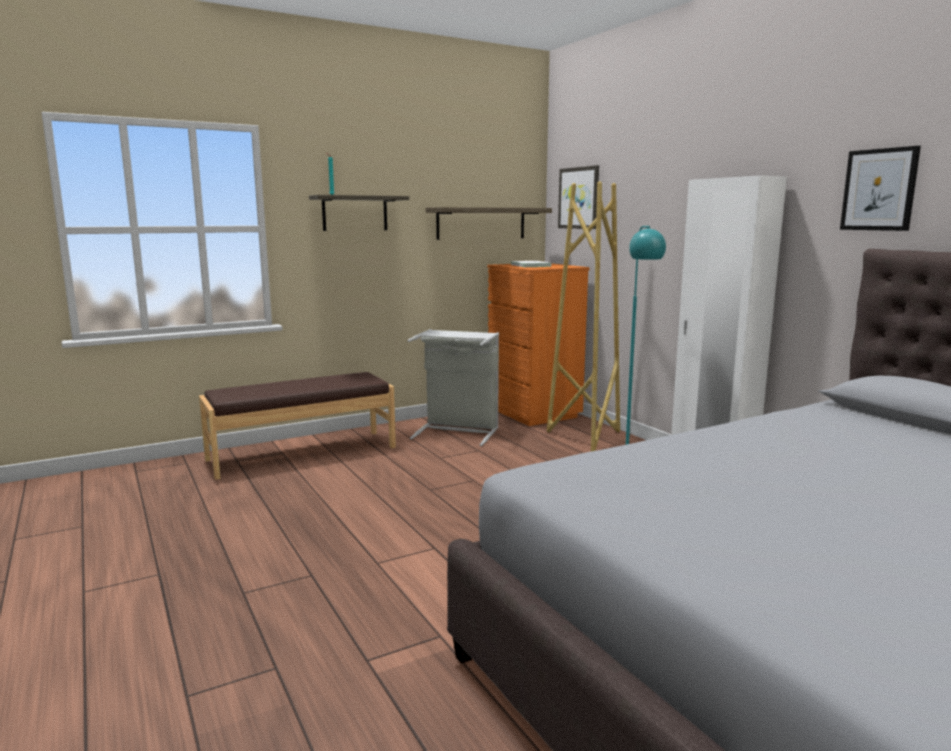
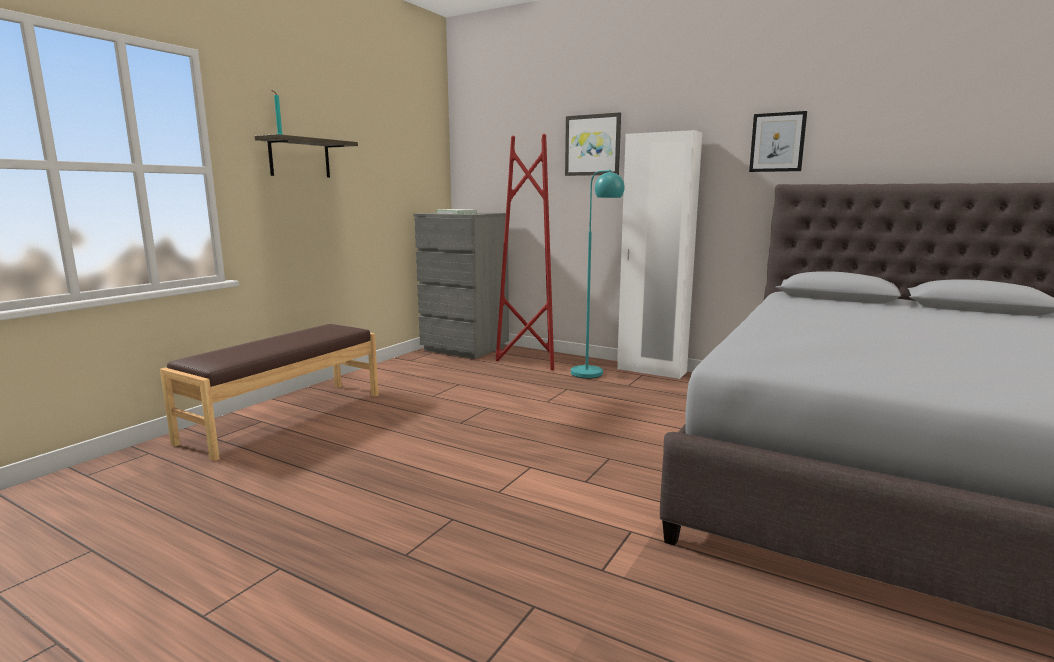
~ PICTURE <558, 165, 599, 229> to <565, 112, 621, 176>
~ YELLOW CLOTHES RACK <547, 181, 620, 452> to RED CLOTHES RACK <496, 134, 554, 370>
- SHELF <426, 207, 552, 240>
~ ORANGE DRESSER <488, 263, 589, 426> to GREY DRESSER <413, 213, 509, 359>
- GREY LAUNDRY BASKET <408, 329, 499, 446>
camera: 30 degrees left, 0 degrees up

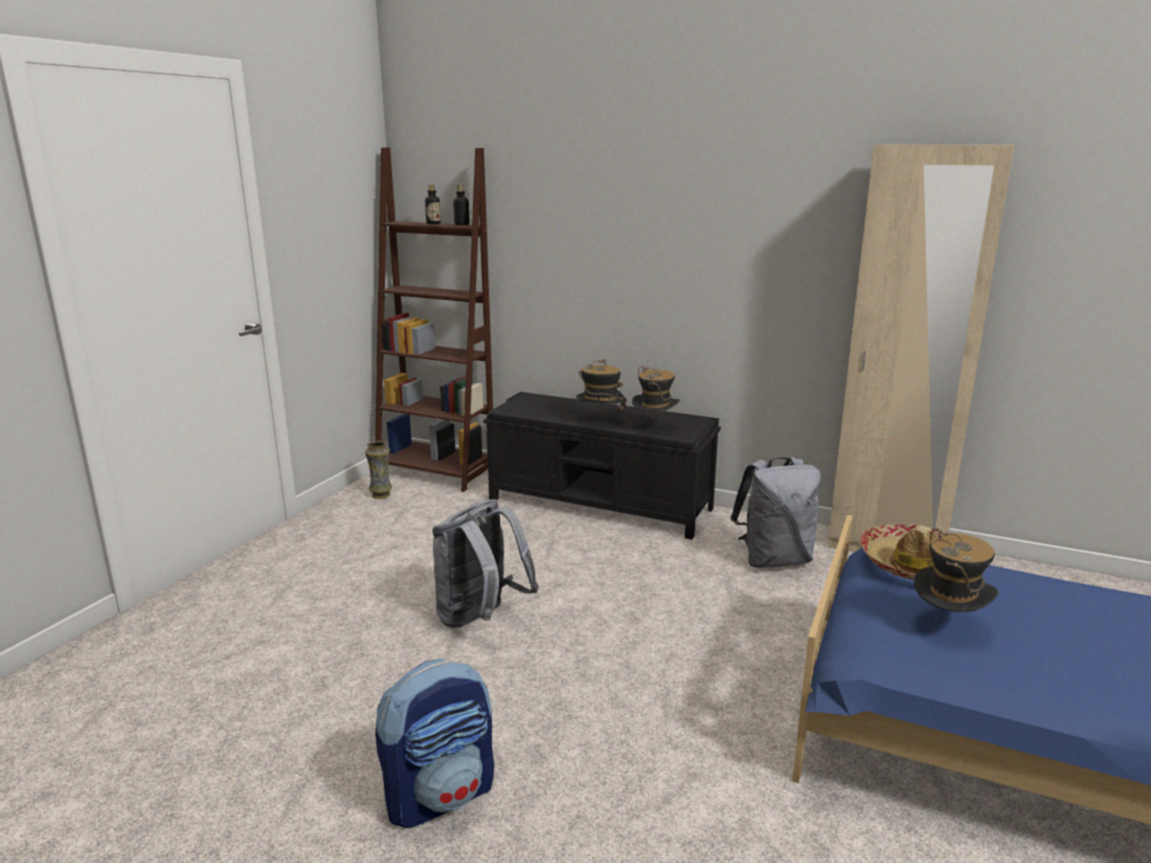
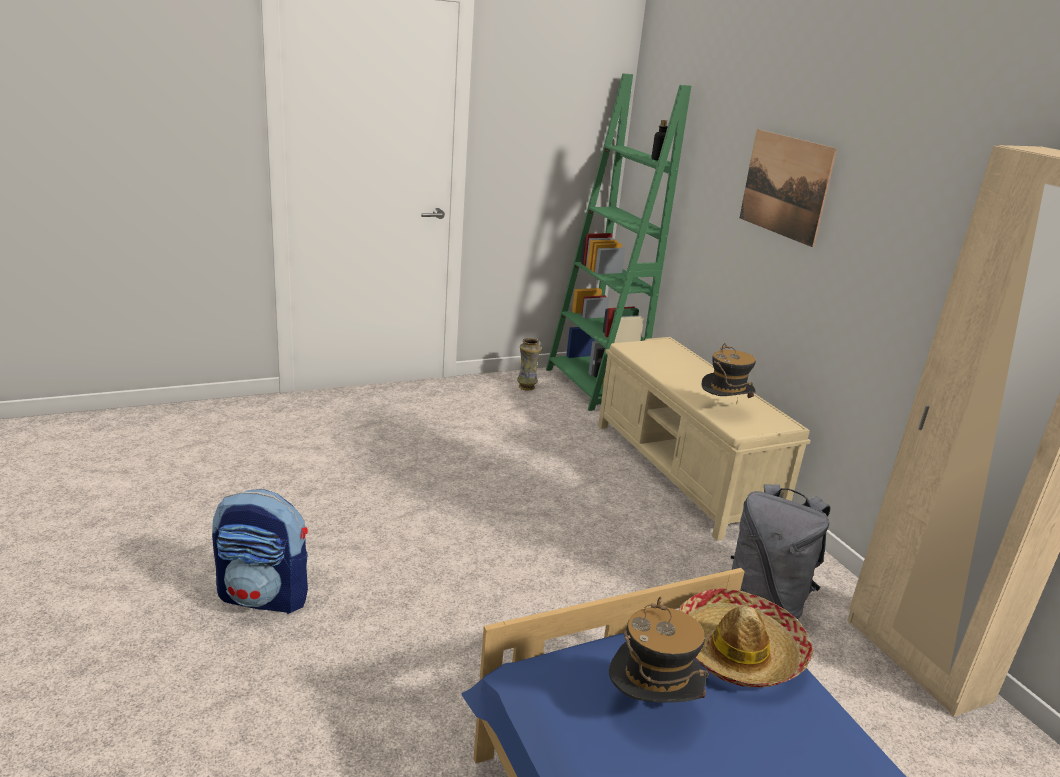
~ BROWN BOOKCASE <375, 147, 493, 492> to GREEN BOOKCASE <546, 74, 691, 411>
- BOTTLE <425, 185, 441, 224>
- HAT <576, 359, 627, 420>
~ BLACK BENCH <483, 392, 721, 539> to BEIGE BENCH <598, 337, 811, 541>
- GREY BACKPACK <432, 499, 539, 628>
+ PICTURE <740, 129, 837, 247>
camera: 40 degrees right, 5 degrees up

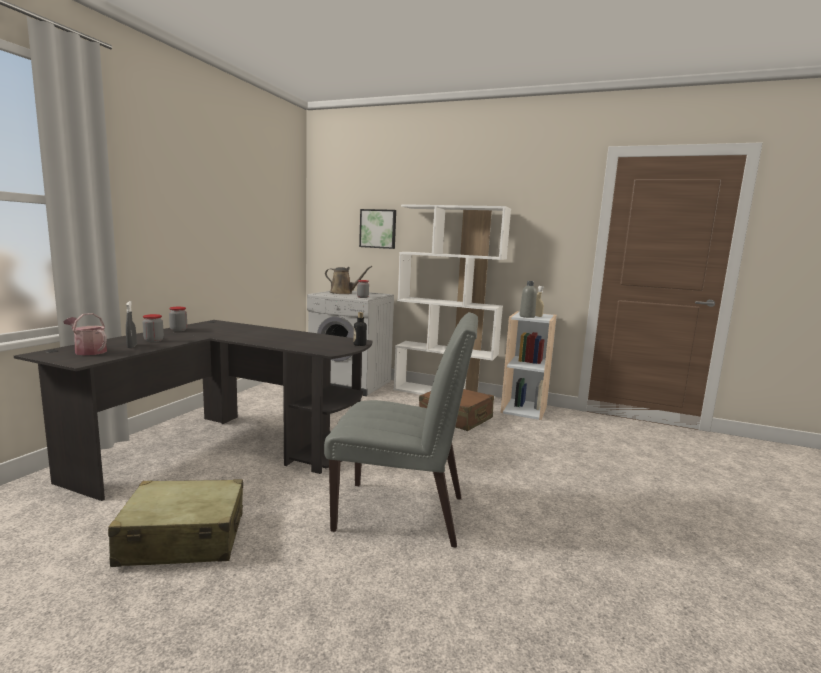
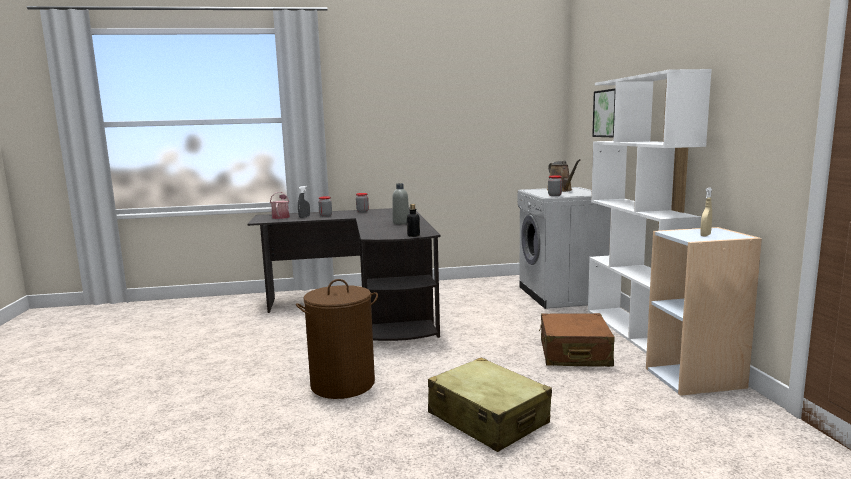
~ GREY BOTTLE <519, 281, 537, 318> to <392, 183, 409, 225>
~ GREY CHAIR <324, 312, 478, 548> to BROWN LAUNDRY BASKET <296, 279, 378, 399>
~ BEIGE SUITCASE <108, 479, 243, 567> to <428, 357, 552, 452>
camera: 60 degrees right, 0 degrees up

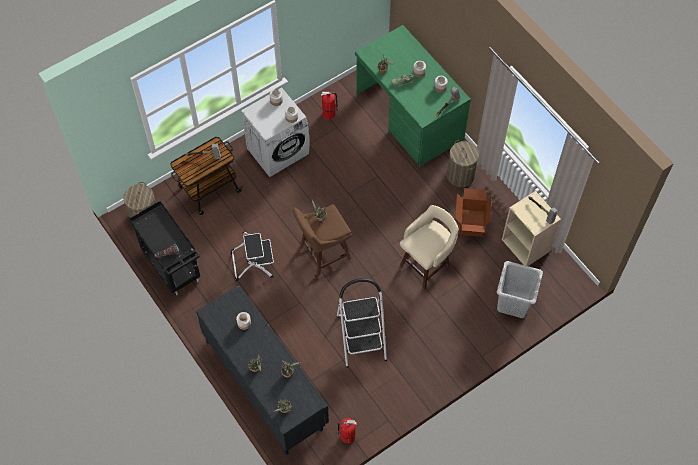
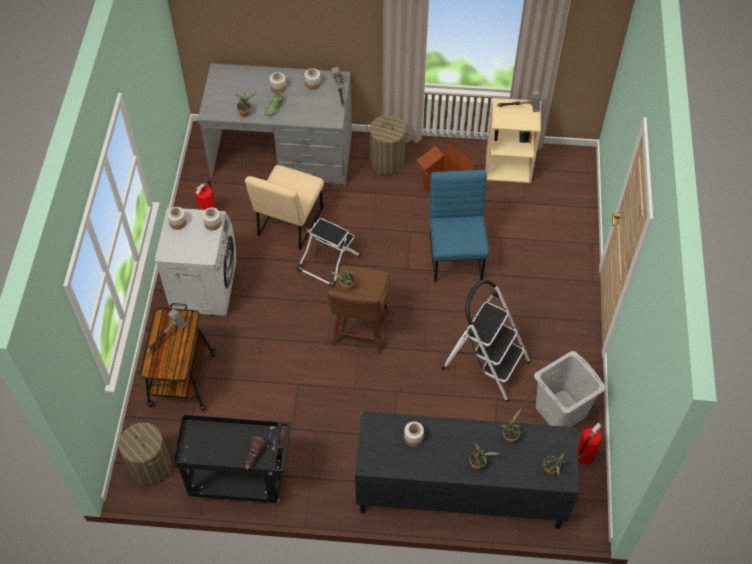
~ GREEN DESK <355, 25, 471, 167> to GREY DESK <198, 63, 352, 186>
~ BEIGE STOOL <400, 205, 459, 289> to BLUE CHAIR <429, 170, 489, 282>
~ STEP LADDER <231, 232, 274, 282> to <296, 218, 361, 288>
~ GREY LAUNDRY BASKET <497, 261, 543, 318> to <534, 351, 606, 427>
+ BEIGE CHAIR <245, 165, 324, 250>
camera: 50 degrees left, 5 degrees down

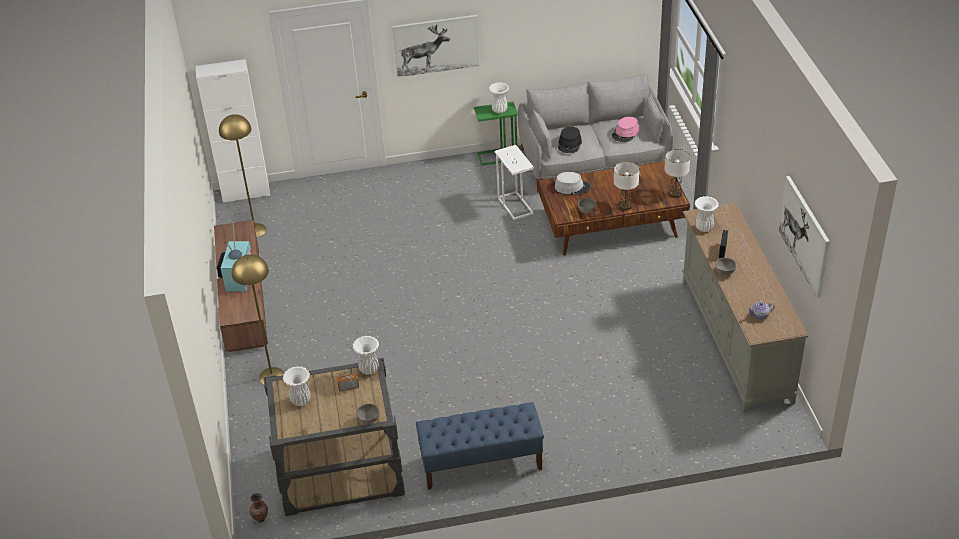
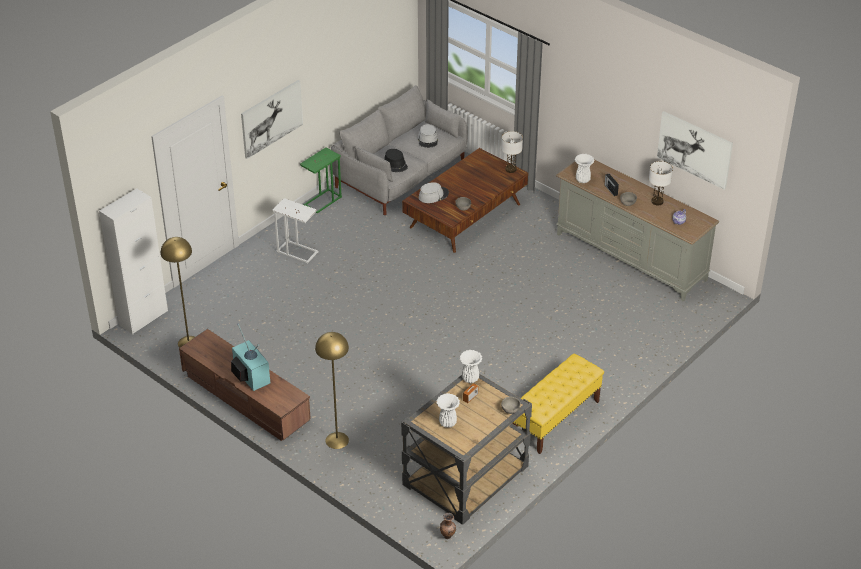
- WHITE VASE <489, 82, 509, 113>
~ PINK HAT <612, 117, 639, 142> to GREY HAT <418, 124, 438, 148>
~ WHITE SIDE TABLE <494, 145, 534, 220> to <272, 198, 318, 263>
~ TABLE LAMP <614, 161, 639, 211> to <649, 161, 673, 205>
~ BLUE BENCH <416, 402, 544, 490> to YELLOW BENCH <512, 353, 604, 454>
camera: 40 degrees left, 0 degrees up

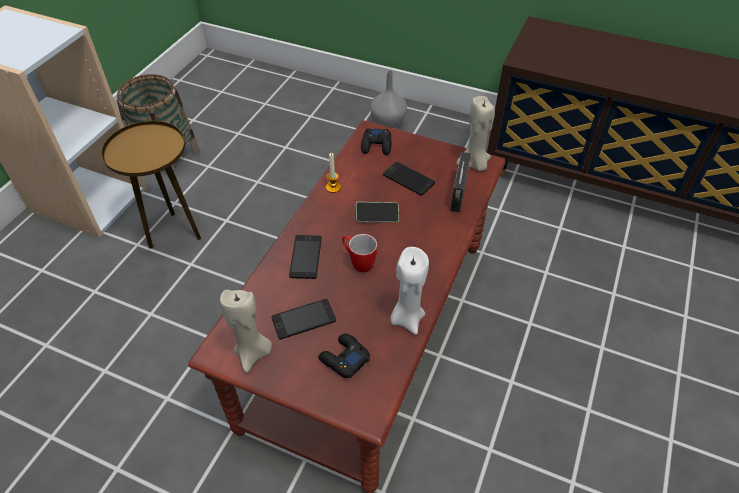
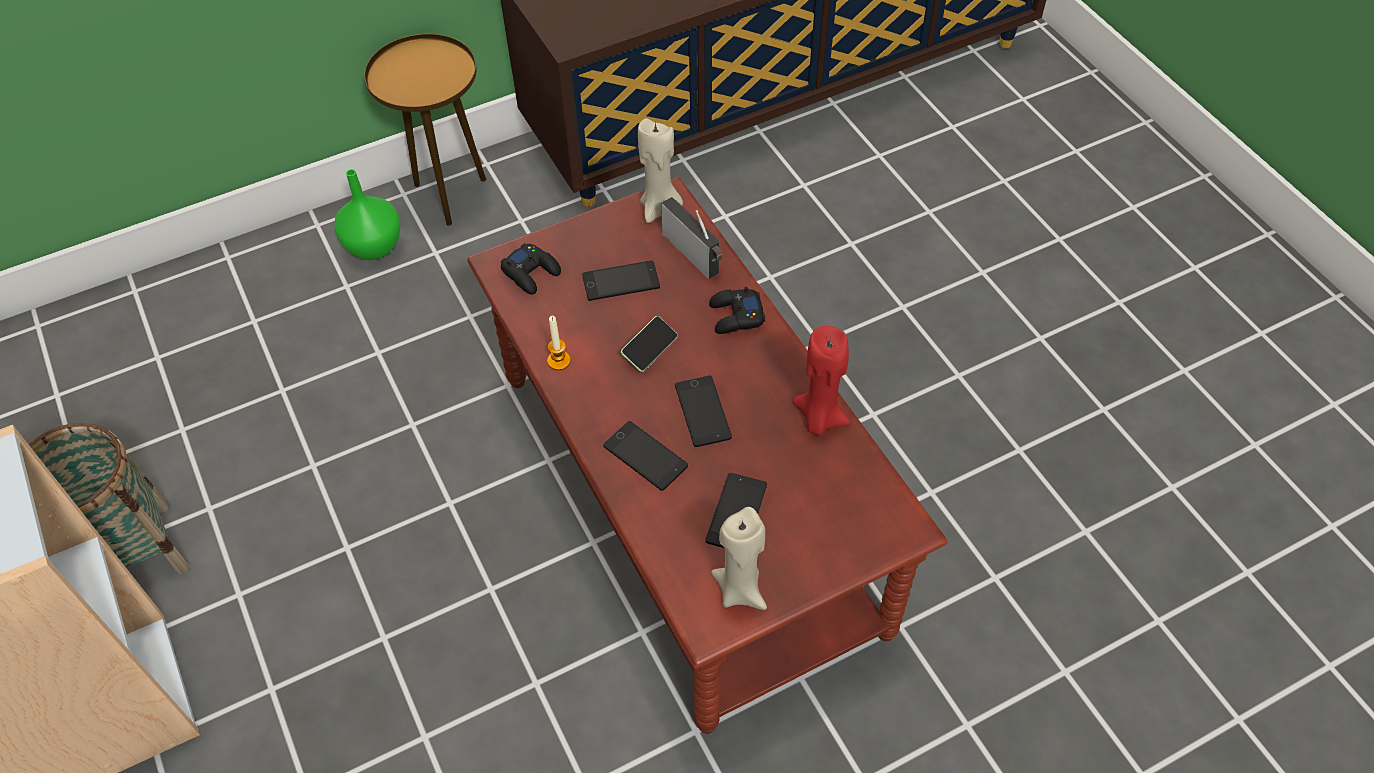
~ GREY VASE <370, 71, 407, 128> to GREEN VASE <334, 169, 401, 260>
~ BROWN SIDE TABLE <101, 121, 201, 249> to <364, 34, 486, 226>
~ MUG <342, 234, 377, 272> to PHONE <675, 376, 732, 447>
~ WHITE CANDLE <390, 247, 429, 335> to RED CANDLE <793, 326, 850, 436>
~ BLACK GAME CONTROLLER <318, 333, 370, 378> to <709, 287, 765, 334>
camera: 50 degrees left, 5 degrees up

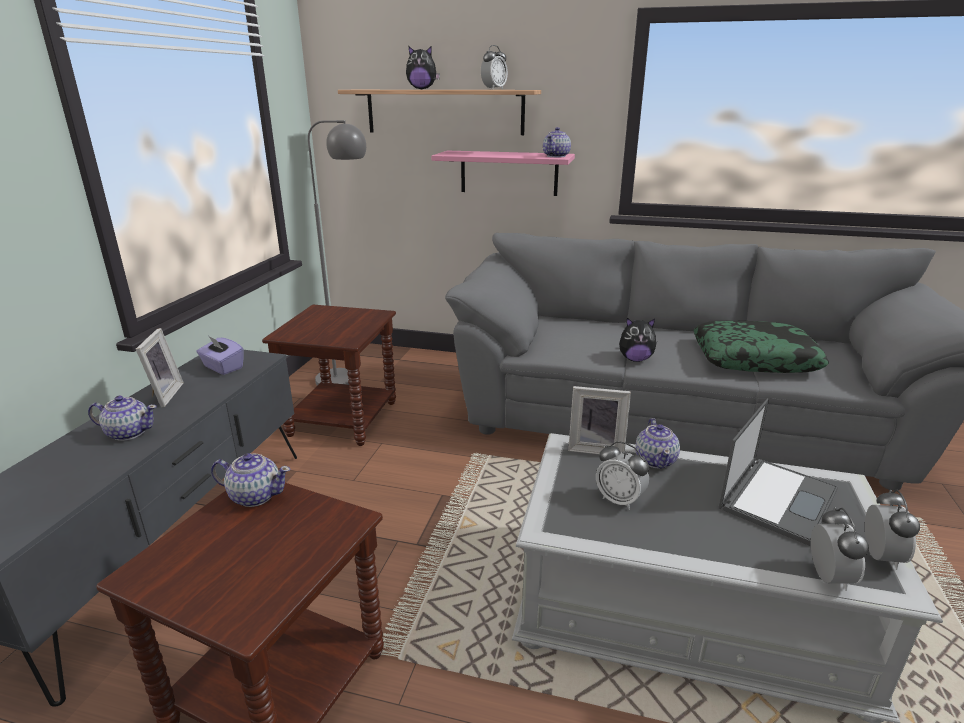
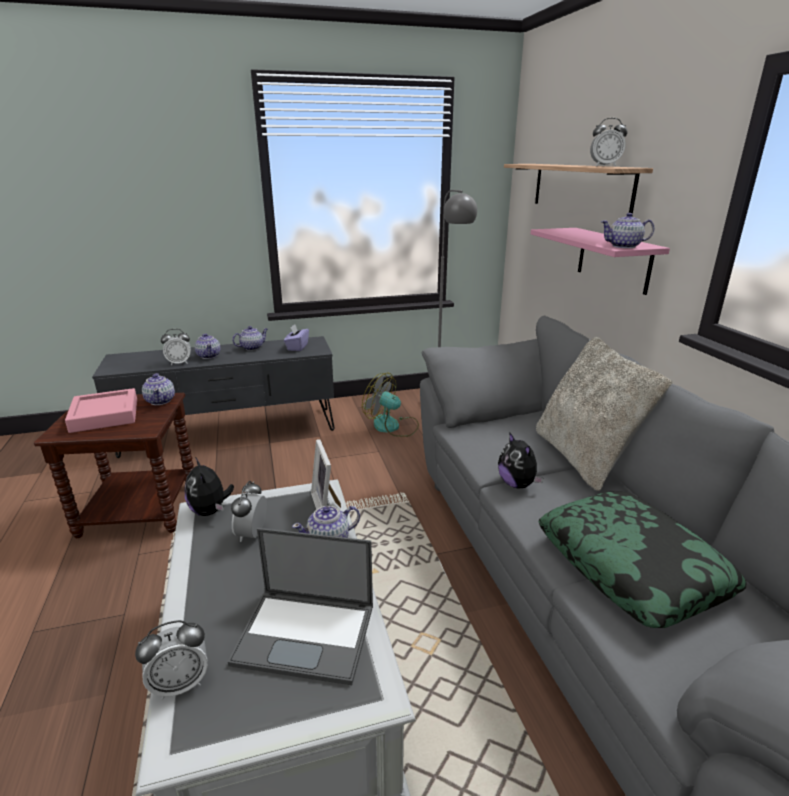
~ PLUSH TOY <406, 46, 440, 89> to <185, 457, 234, 516>
~ BROWN SIDE TABLE <262, 305, 396, 446> to FAN <362, 373, 419, 437>
~ PICTURE FRAME <136, 328, 184, 408> to TEAPOT <232, 326, 268, 351>
~ ALARM CLOCK <865, 490, 920, 570> to <161, 329, 191, 366>
+ BEIGE PILLOW <536, 337, 673, 491>
+ PINK TRAY <65, 388, 137, 433>
camera: 60 degrees right, 0 degrees up

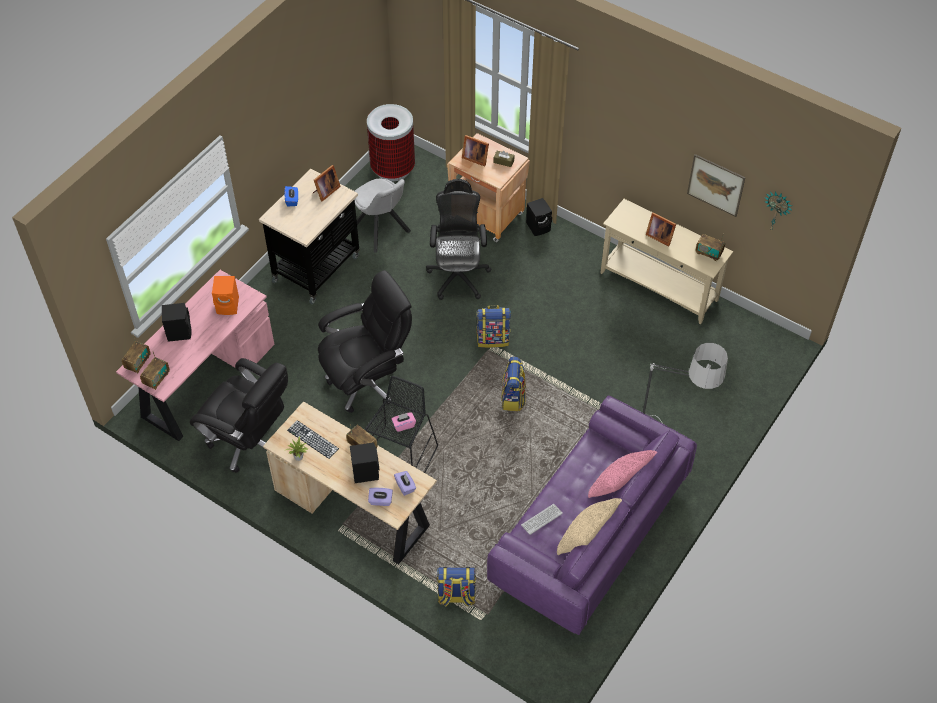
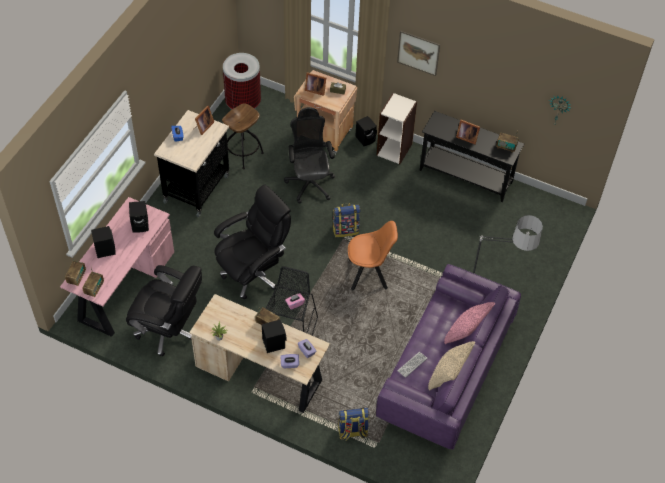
~ PICTURE <687, 154, 745, 217> to <397, 31, 440, 76>
~ GREY CHAIR <355, 179, 411, 253> to BROWN STOOL <222, 103, 264, 169>
~ BEIGE CONSOLE TABLE <600, 199, 733, 324> to BLACK CONSOLE TABLE <419, 111, 524, 202>
~ ORANGE SPEAKER <212, 276, 239, 315> to BLACK SPEAKER <129, 201, 149, 233>
~ BACKPACK <501, 356, 526, 411> to ORANGE CHAIR <348, 221, 398, 291>
- KEYBOARD <287, 420, 339, 459>
+ BOOKCASE <376, 93, 417, 164>
camera: 10 degrees left, 0 degrees up

